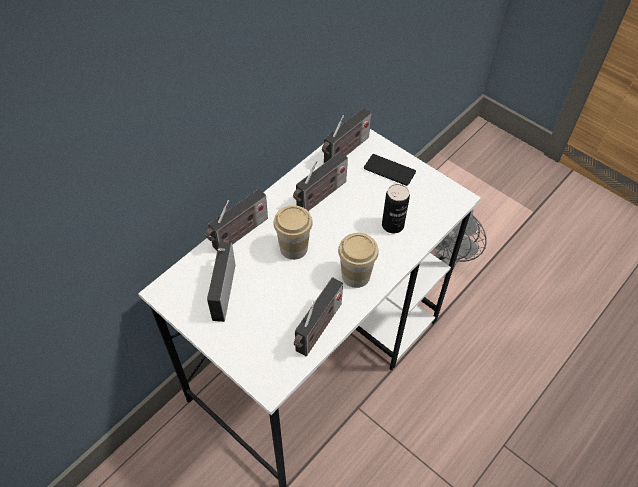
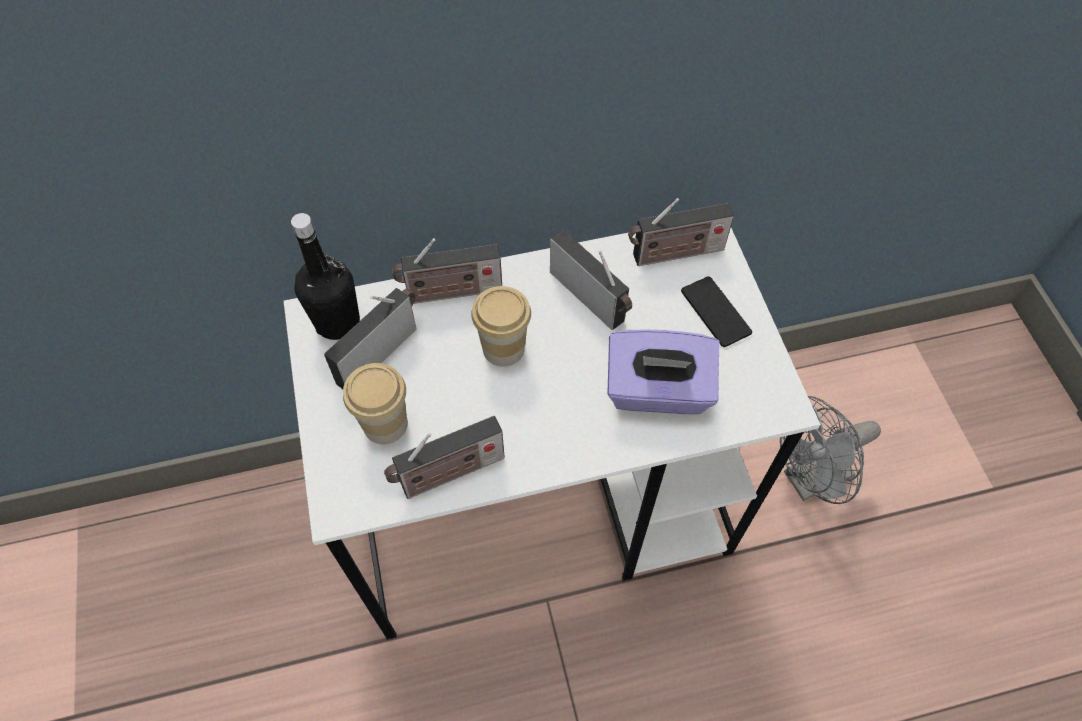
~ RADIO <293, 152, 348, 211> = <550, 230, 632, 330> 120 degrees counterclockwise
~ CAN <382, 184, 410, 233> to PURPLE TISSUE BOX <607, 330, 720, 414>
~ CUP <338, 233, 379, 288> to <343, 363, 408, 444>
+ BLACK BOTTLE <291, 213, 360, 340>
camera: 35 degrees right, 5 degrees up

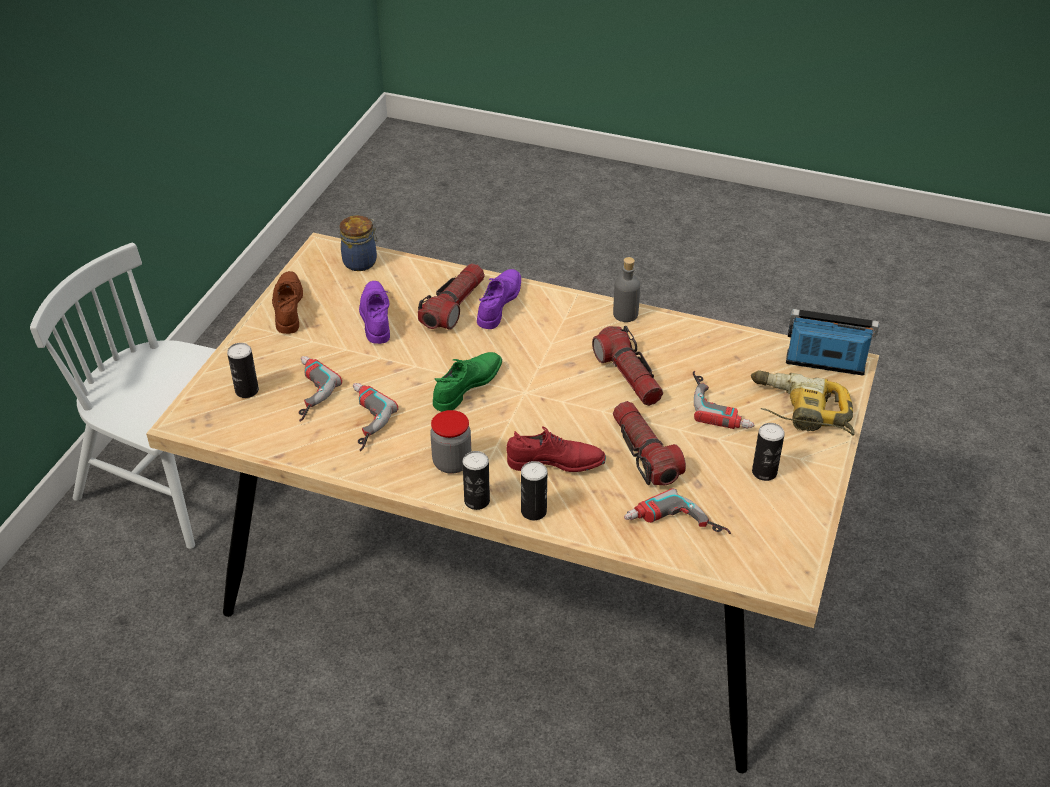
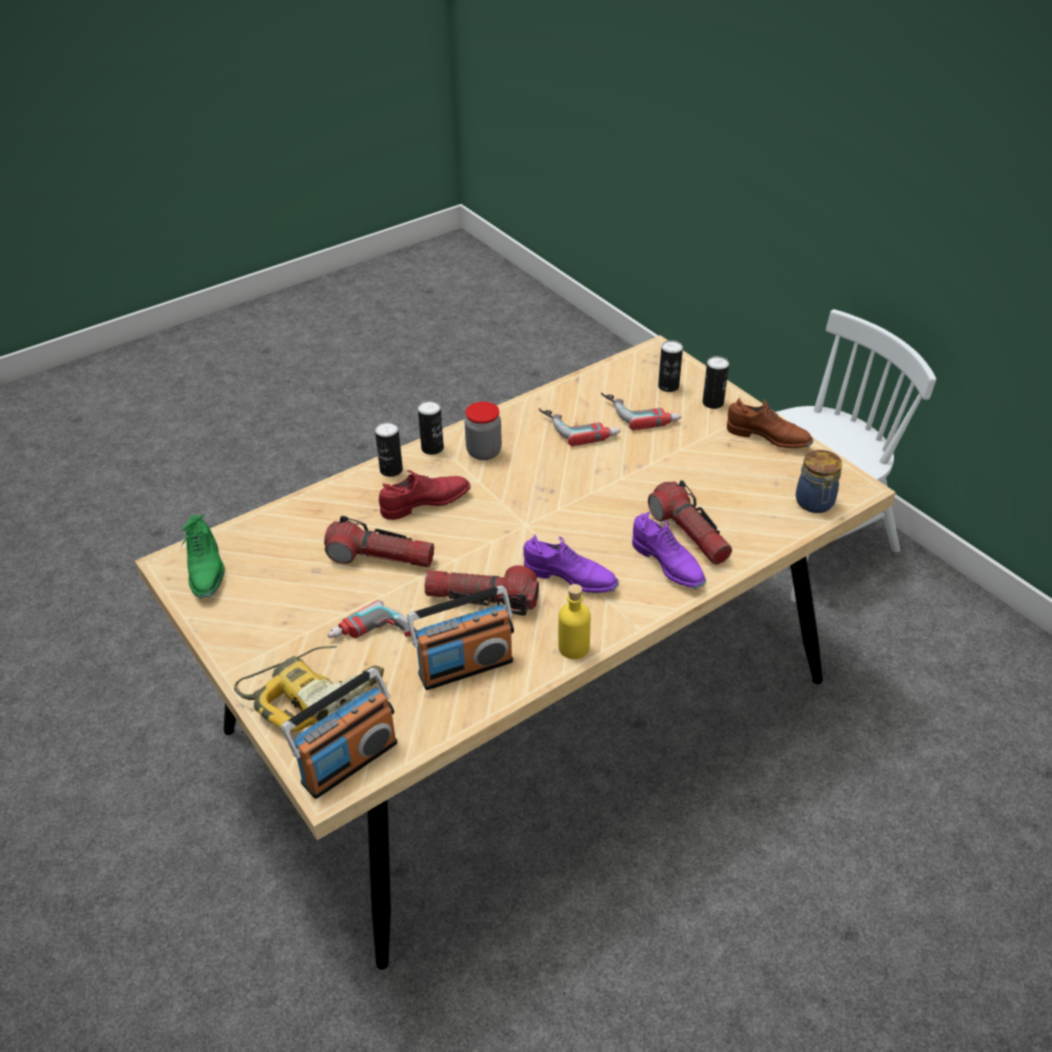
~ GREY BOTTLE <613, 257, 640, 322> to YELLOW BOTTLE <558, 584, 591, 659>
~ PURPLE SHOE <359, 281, 390, 344> to <523, 535, 619, 593>
~ GREEN SHOE <433, 352, 502, 412> to <181, 514, 225, 598>
~ CAN <752, 423, 785, 481> to <703, 356, 729, 409>
~ RED SHOE <507, 426, 606, 472> = <379, 470, 471, 520> 150 degrees counterclockwise
- POWER DRILL <624, 488, 731, 534>
+ RADIO <407, 585, 514, 690>
camera: 125 degrees right, 0 degrees up

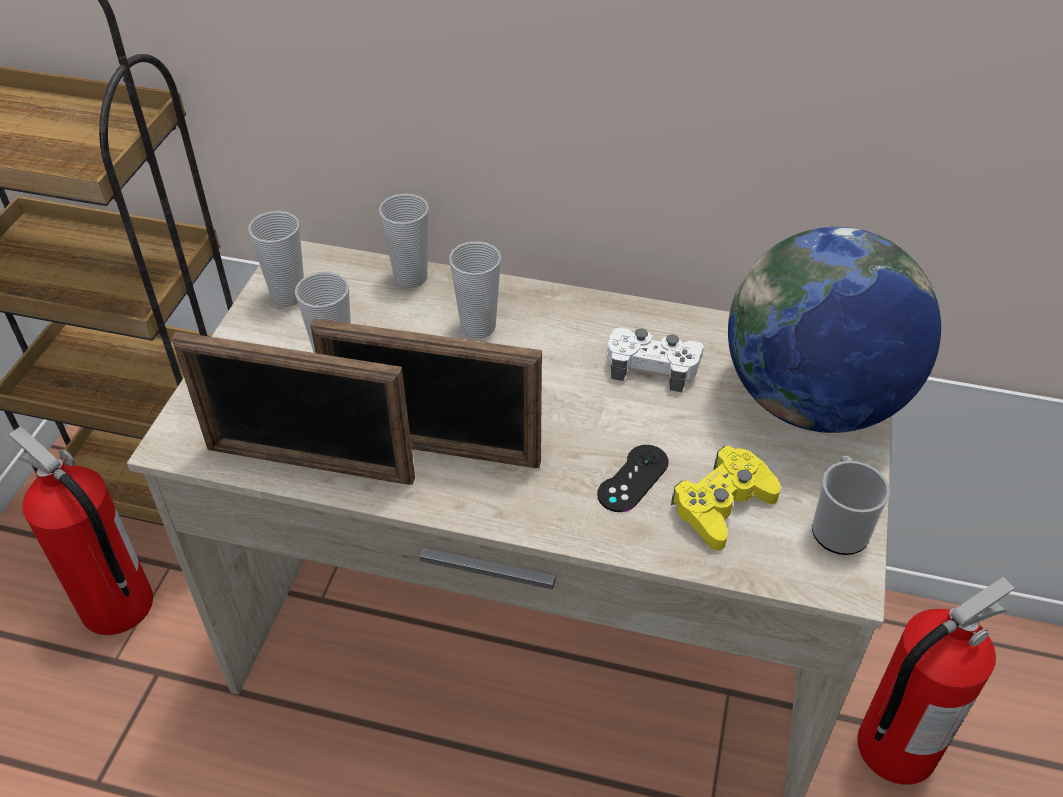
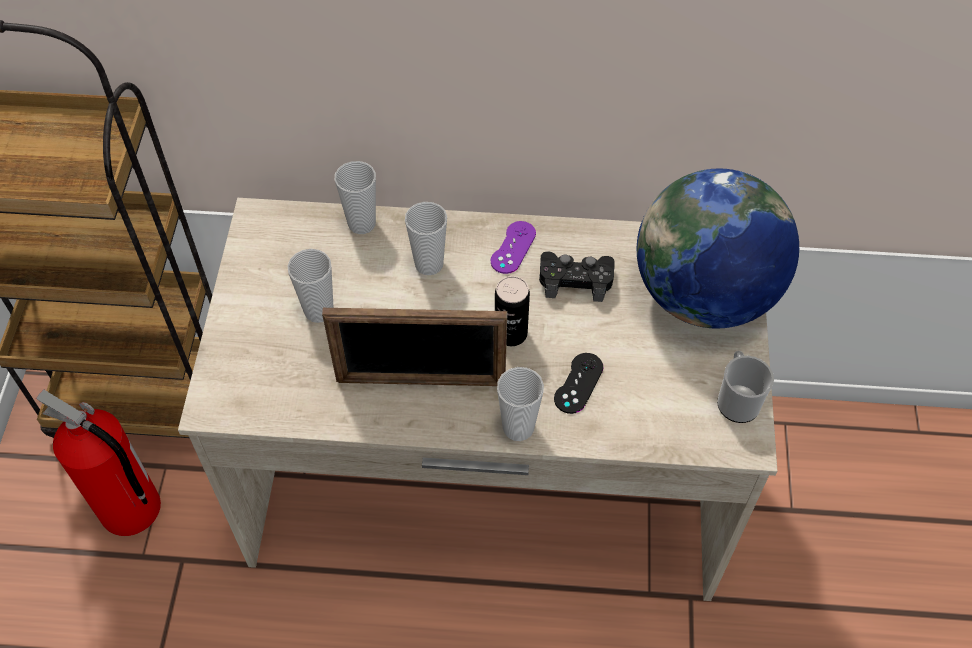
~ CUP <248, 211, 304, 306> to <497, 367, 544, 441>
~ WHITE GAME CONTROLLER <607, 328, 704, 392> to BLACK GAME CONTROLLER <539, 251, 615, 302>
- PICTURE FRAME <172, 331, 415, 485>
- YELLOW GAME CONTROLLER <671, 446, 781, 551>
- FIRE EXTINGUISHER <857, 577, 1015, 785>
+ PURPLE GAME CONTROLLER <491, 221, 536, 274>
+ CAN <495, 276, 530, 346>
camera: 10 degrees left, 10 degrees up

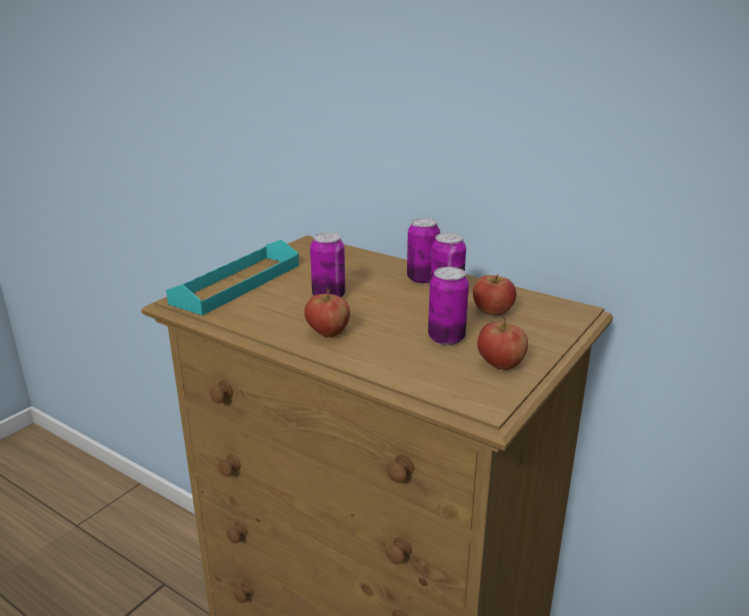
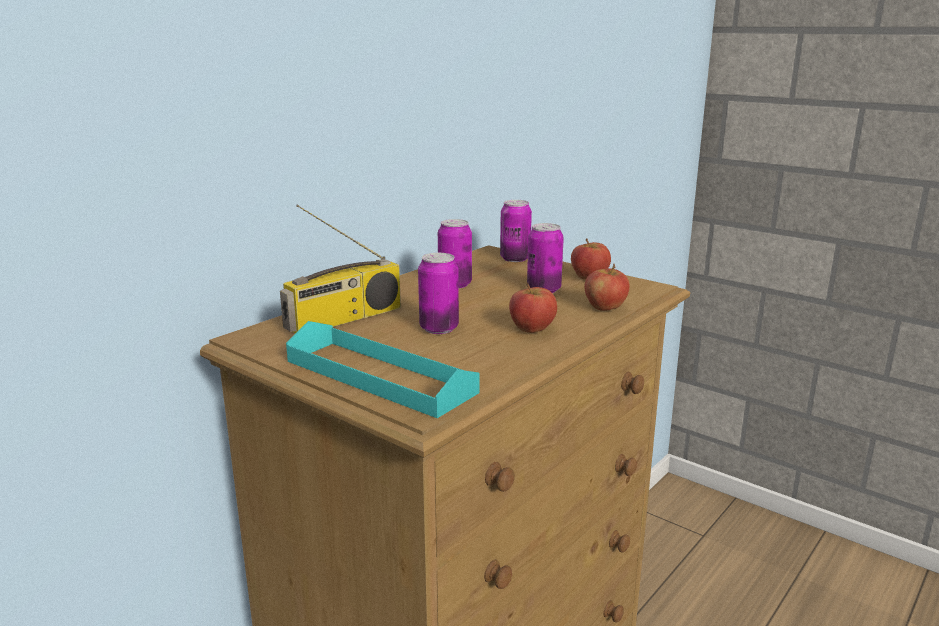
~ CAN <407, 218, 440, 283> to <500, 200, 532, 262>
~ APPLE <473, 274, 516, 316> to <585, 264, 630, 311>
+ RADIO <280, 204, 401, 334>
camera: 85 degrees left, 5 degrees down

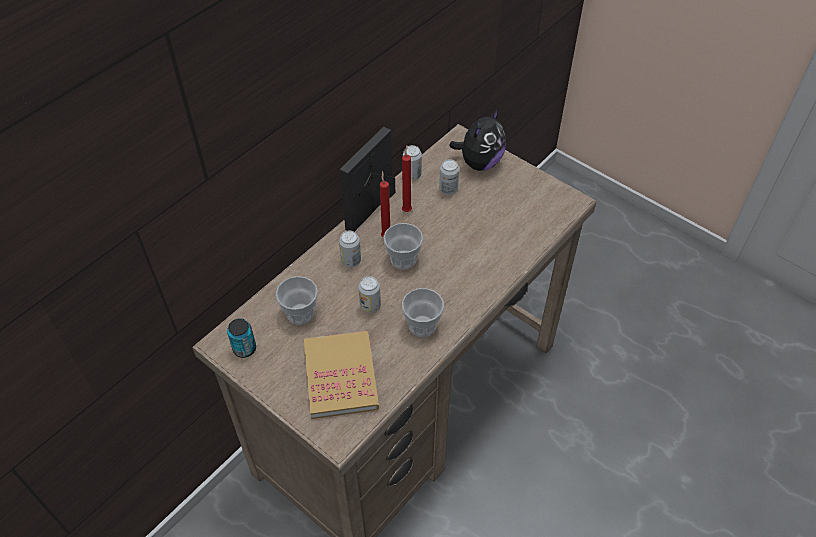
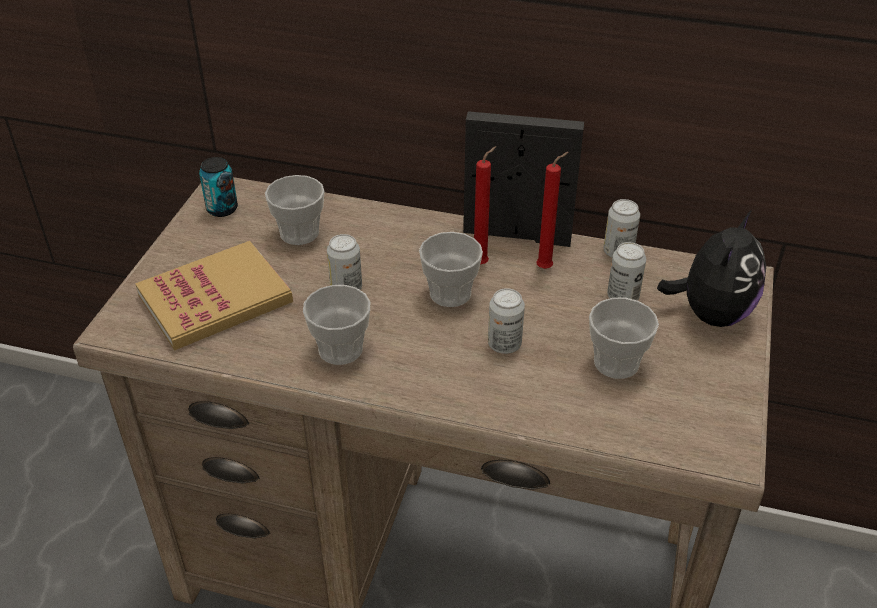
~ PLUSH TOY <449, 108, 506, 171> = <657, 210, 766, 327> 75 degrees counterclockwise
~ CAN <339, 230, 361, 267> to <488, 288, 525, 354>
+ CUP <589, 297, 659, 379>
camera: 65 degrees right, 10 degrees down

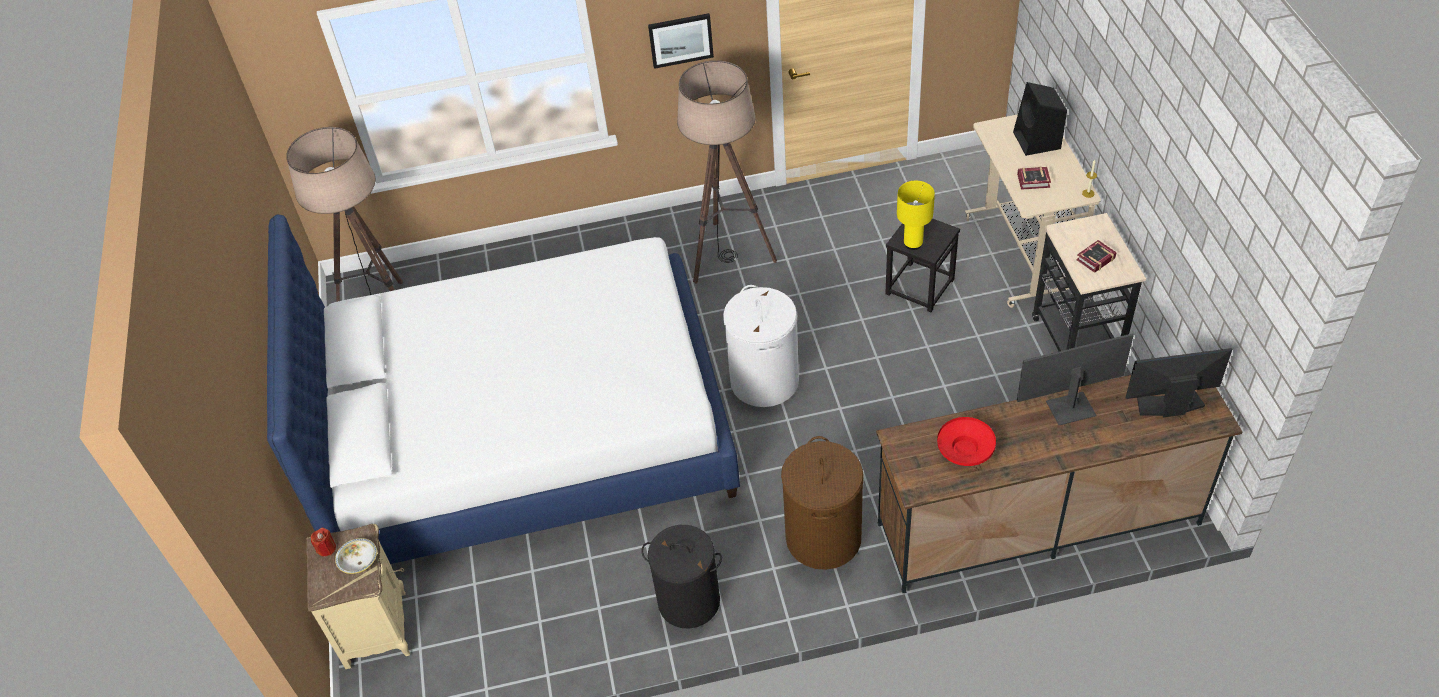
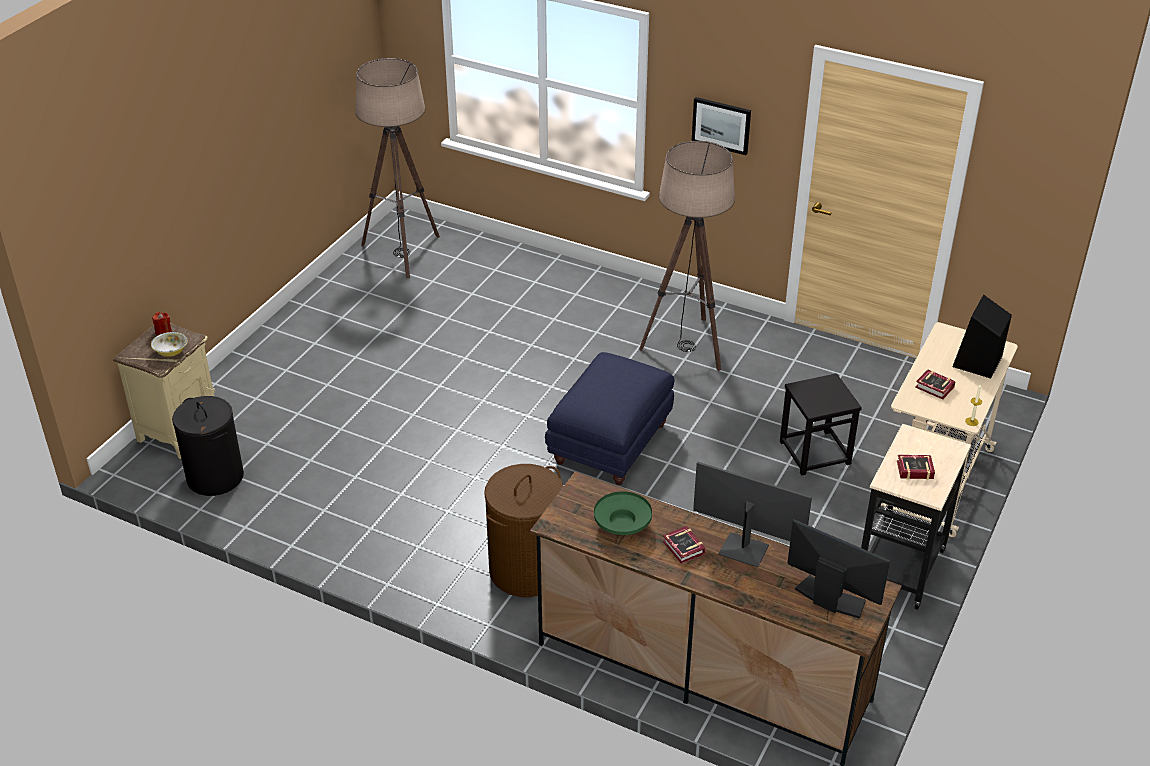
- YELLOW TABLE LAMP <897, 181, 935, 250>
- WHITE BED <267, 214, 740, 564>
~ WHITE LAUNDRY BASKET <723, 285, 799, 407> to BLUE OTTOMAN <545, 352, 675, 485>
~ RED BOWL <937, 417, 996, 466> to GREEN BOWL <594, 491, 652, 535>
~ BLACK LAUNDRY BASKET <641, 525, 722, 629> to <172, 396, 244, 496>
+ BOOK <663, 526, 705, 564>
camera: 35 degrees right, 10 degrees down

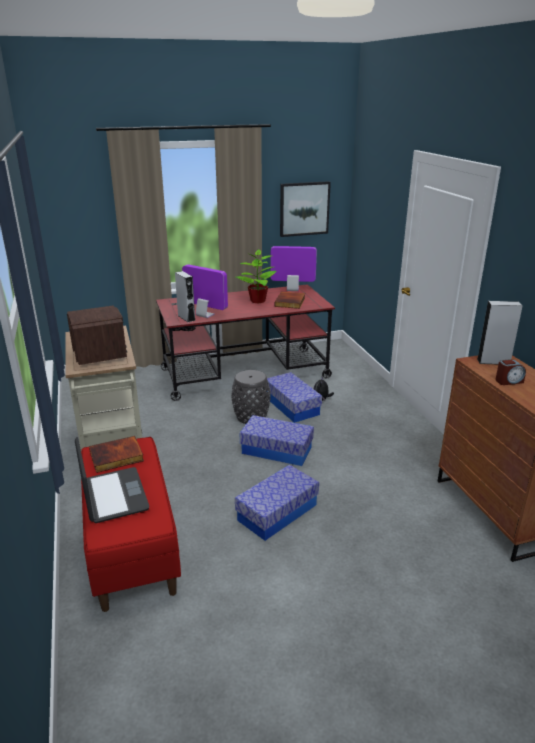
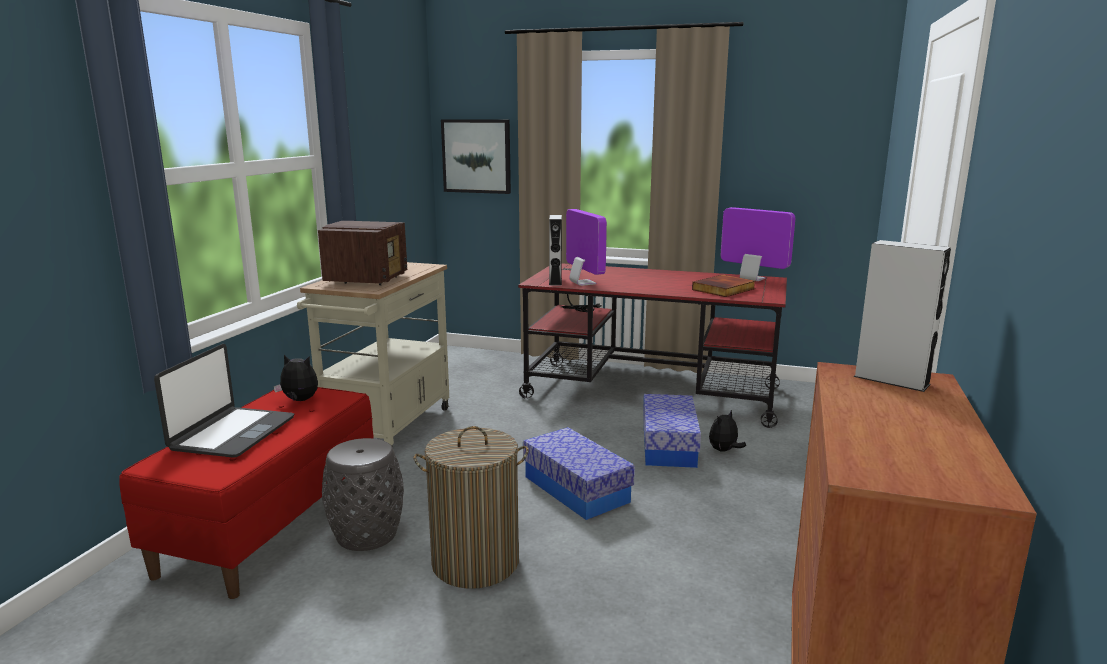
~ PICTURE <280, 181, 331, 237> to <441, 119, 511, 194>
- POTTED PLANT <236, 249, 277, 303>
- ALARM CLOCK <495, 359, 526, 385>
~ GREY STOOL <231, 370, 271, 424> to <322, 438, 404, 551>
~ BOOK <89, 436, 144, 473> to PLUSH TOY <273, 355, 318, 401>
~ STORAGE BOX <235, 465, 319, 541> to LAUNDRY BASKET <413, 426, 529, 589>
camera: 35 degrees right, 10 degrees down

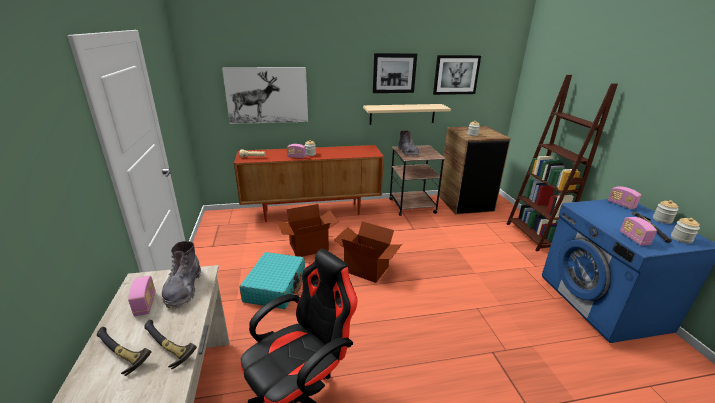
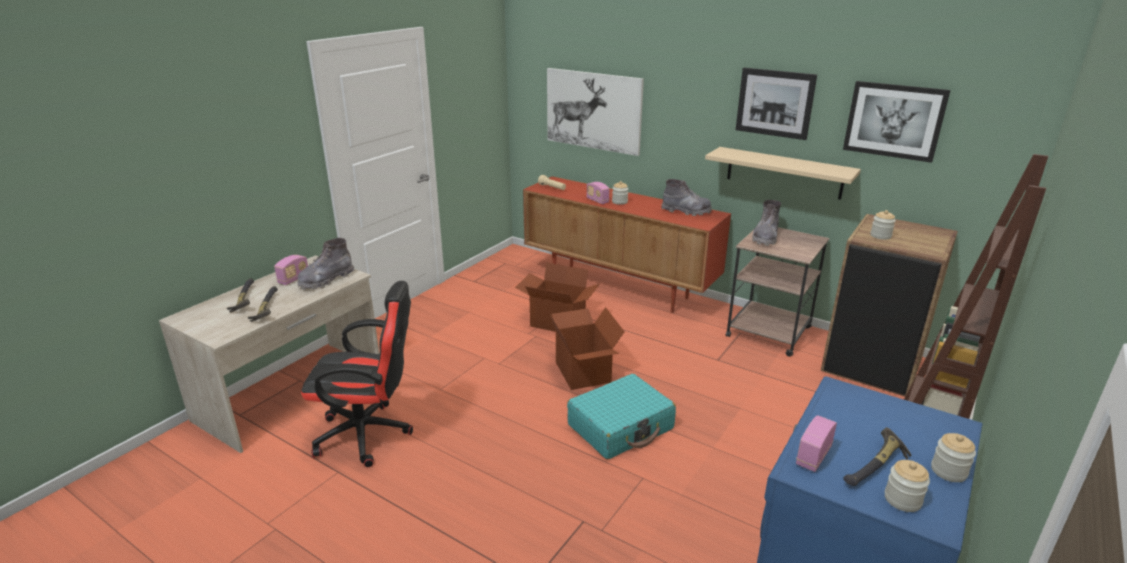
- RADIO <608, 186, 641, 209>
~ TURQUOISE SUITCASE <240, 252, 305, 309> to <567, 374, 676, 459>
+ GREY BOOT <662, 179, 712, 216>
camera: 45 degrees right, 0 degrees up

